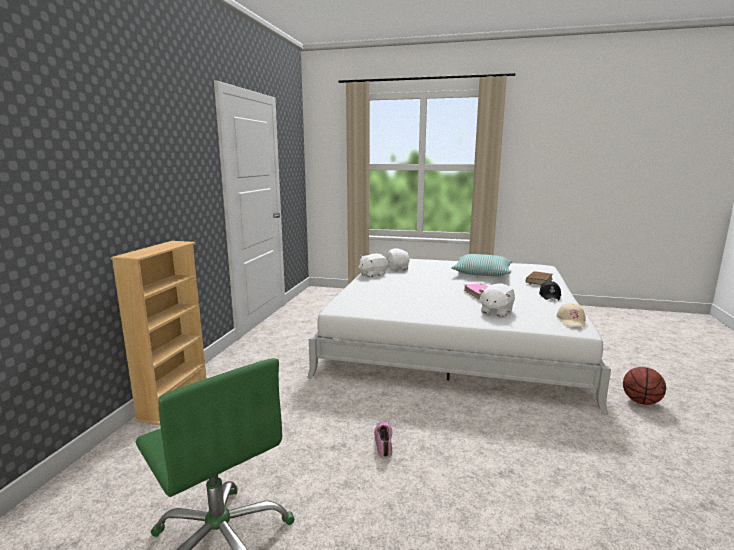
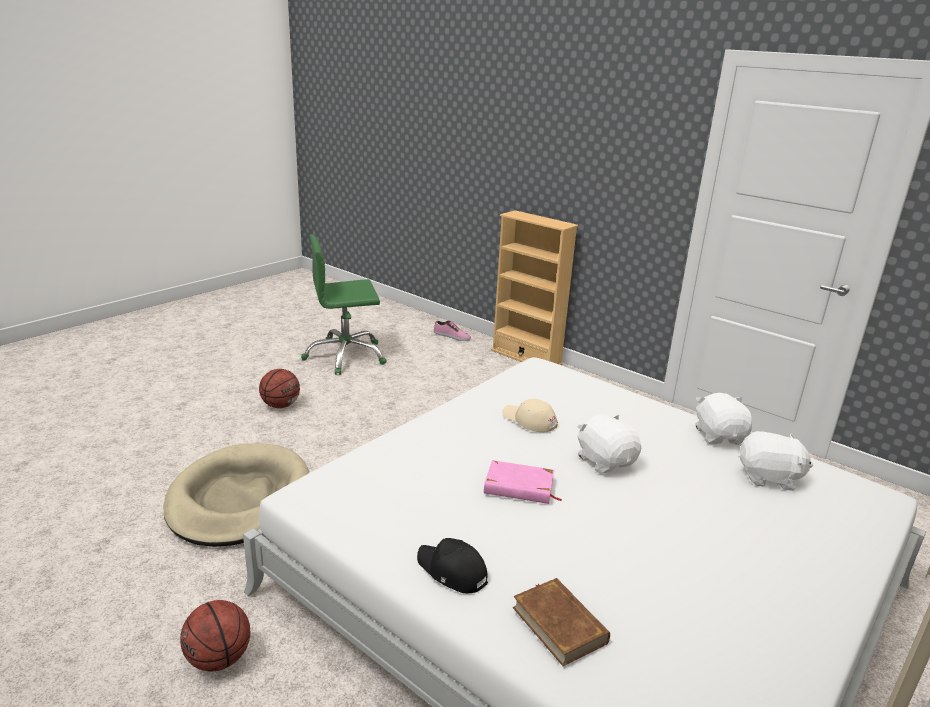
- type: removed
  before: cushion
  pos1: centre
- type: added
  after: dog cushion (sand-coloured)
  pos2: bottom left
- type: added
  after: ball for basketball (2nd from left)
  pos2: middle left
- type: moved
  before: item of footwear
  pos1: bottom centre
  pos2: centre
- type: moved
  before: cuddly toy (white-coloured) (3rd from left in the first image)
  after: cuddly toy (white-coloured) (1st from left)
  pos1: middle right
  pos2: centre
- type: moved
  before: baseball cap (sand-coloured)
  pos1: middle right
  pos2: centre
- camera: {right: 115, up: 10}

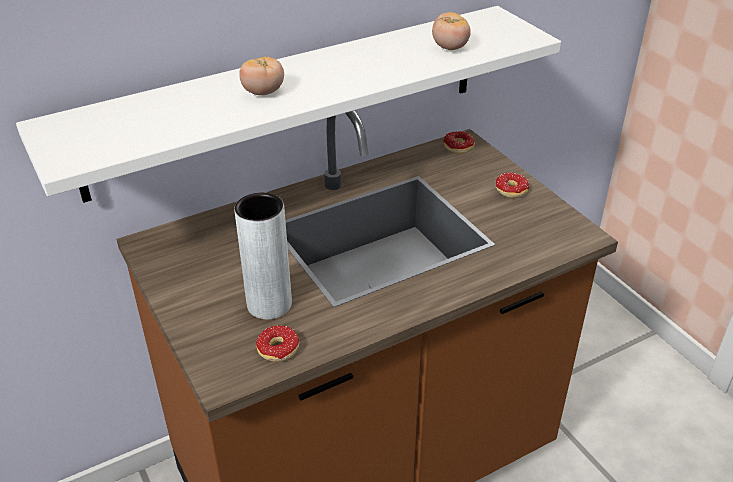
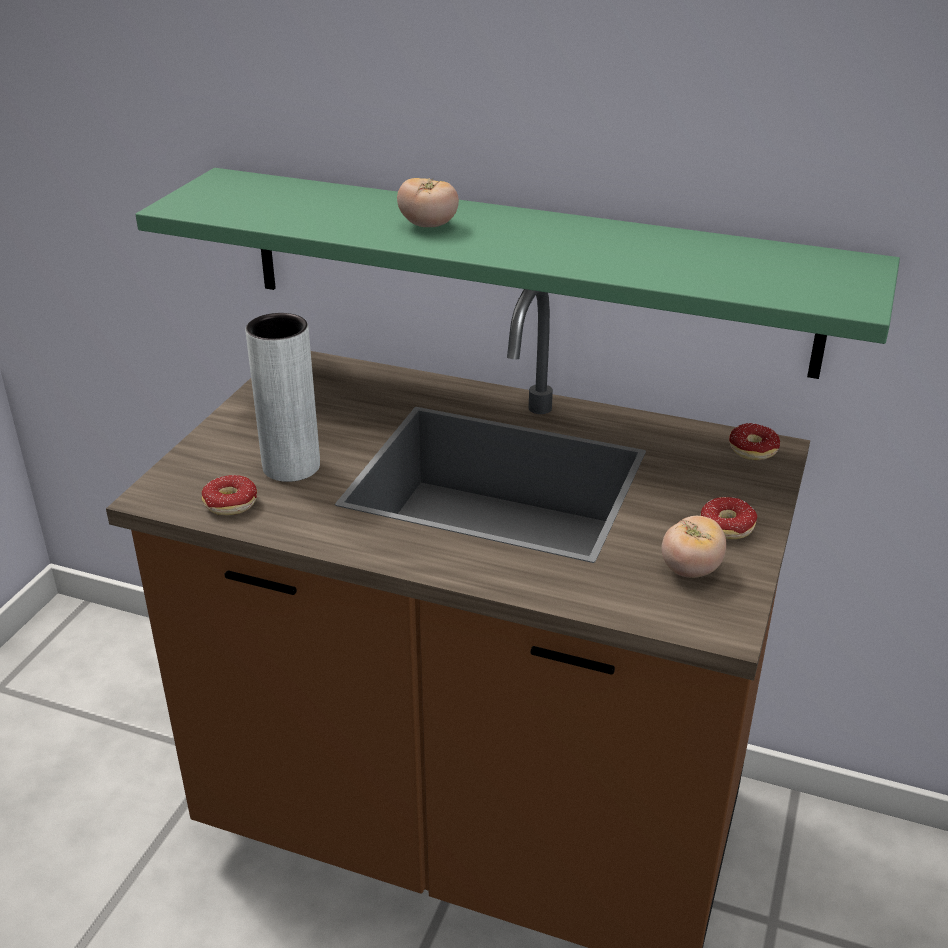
- type: moved
  before: fresh tomato (2nd from left)
  pos1: top centre
  pos2: middle right
- type: recoloured
  before: wall shelf (white-coloured)
  after: wall shelf (green-coloured)
  pos1: top centre
  pos2: top centre
- camera: {right: 50, up: -5}

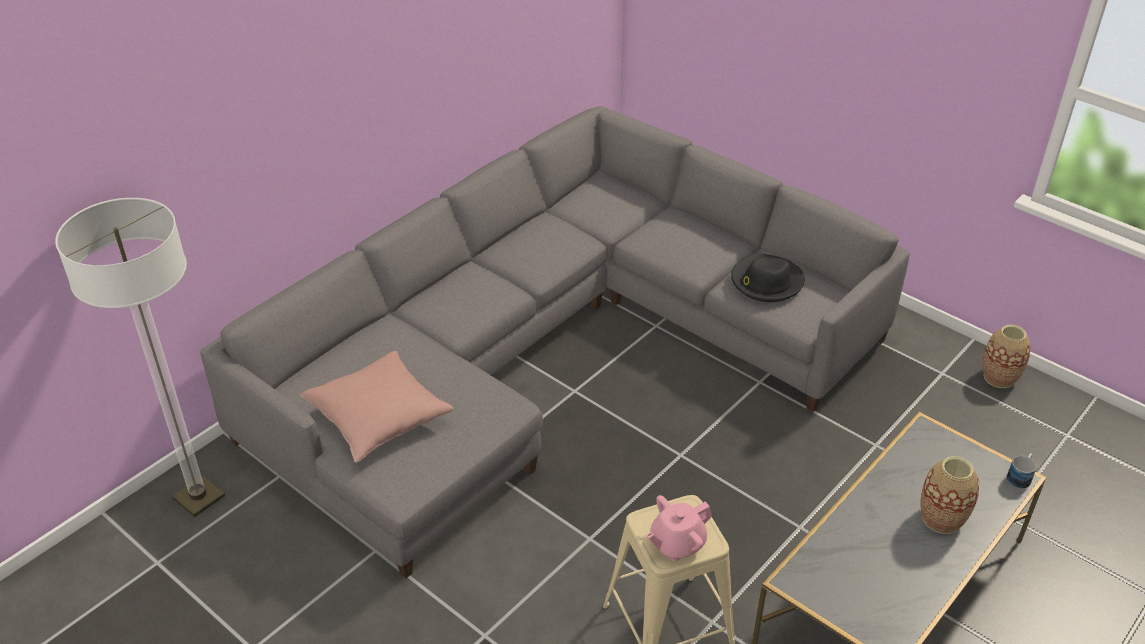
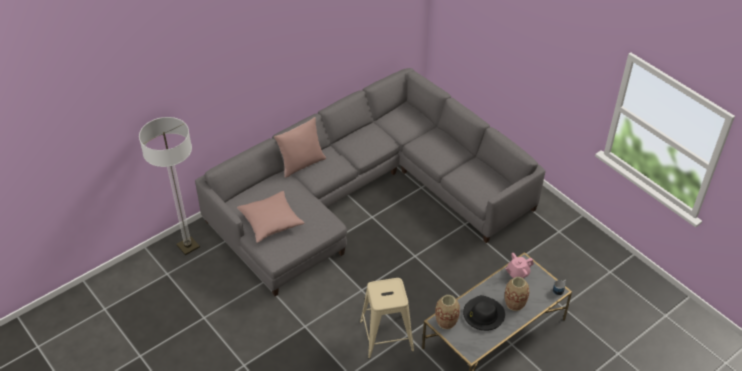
- type: added
  after: cushion (pinkish) (2nd from left)
  pos2: centre
- type: moved
  before: teapot (pinkish)
  pos1: bottom centre
  pos2: bottom right
- type: moved
  before: hat (blackish)
  pos1: middle right
  pos2: bottom centre
- type: moved
  before: decorative vase (2nd from left in the first image)
  after: decorative vase (1st from left)
  pos1: middle right
  pos2: bottom centre
- camera: {right: 10, up: 5}

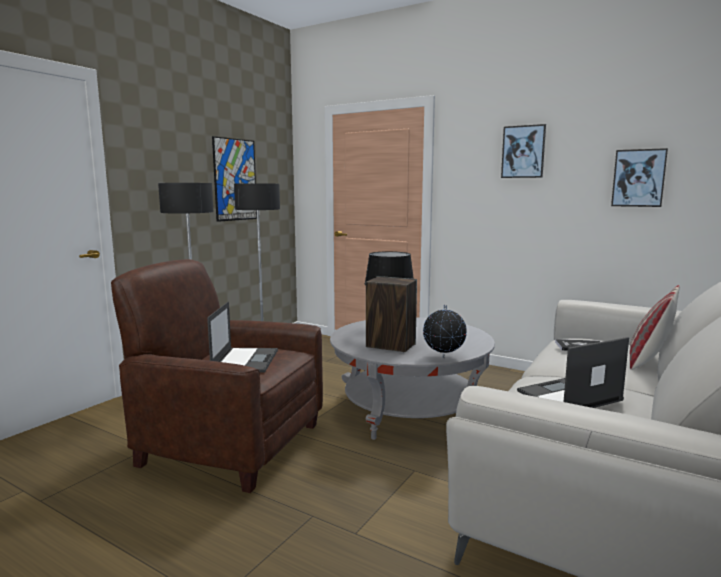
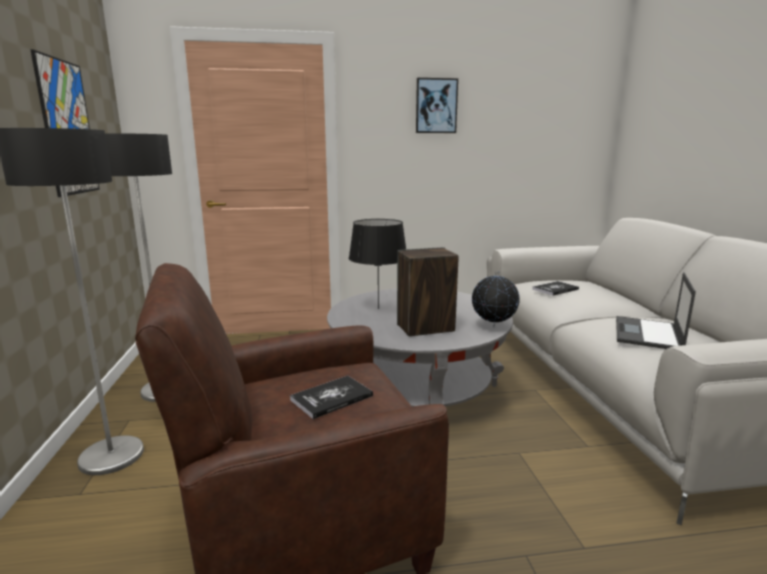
- type: removed
  before: wall picture (3rd from left)
  pos1: top right
- type: removed
  before: cushion
  pos1: middle right
- type: replaced
  before: portable computer (1st from left)
  after: book (1st from left)
  pos1: centre
  pos2: bottom centre
- camera: {right: -40, up: 5}

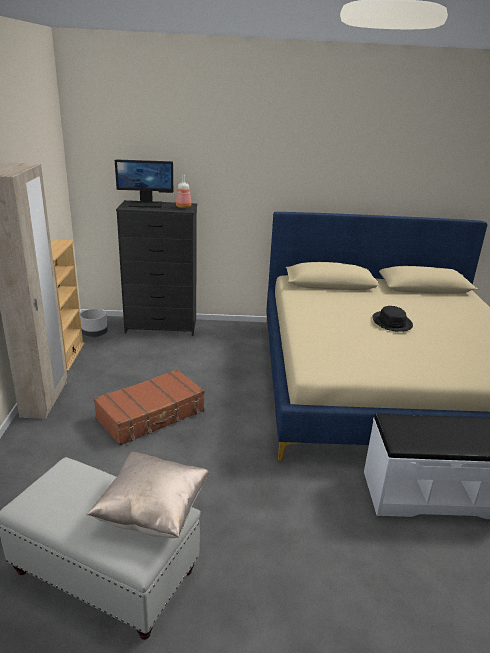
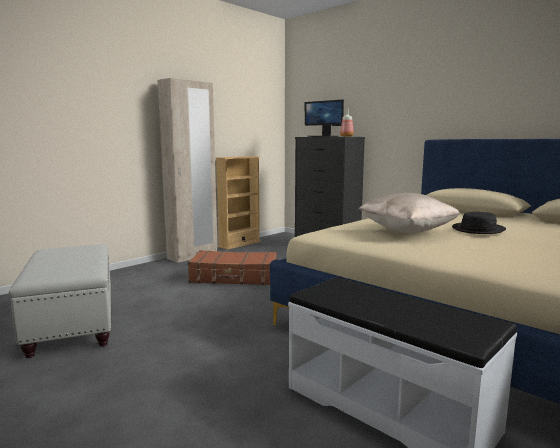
- type: removed
  before: planter (gray)
  pos1: middle left
- type: moved
  before: cushion (sand-coloured)
  pos1: bottom left
  pos2: middle right
- camera: {right: 45, up: -15}

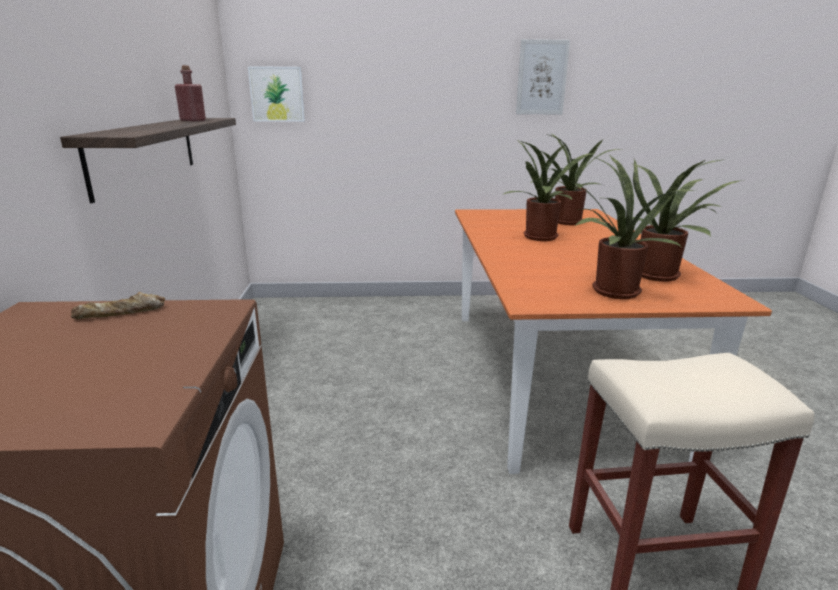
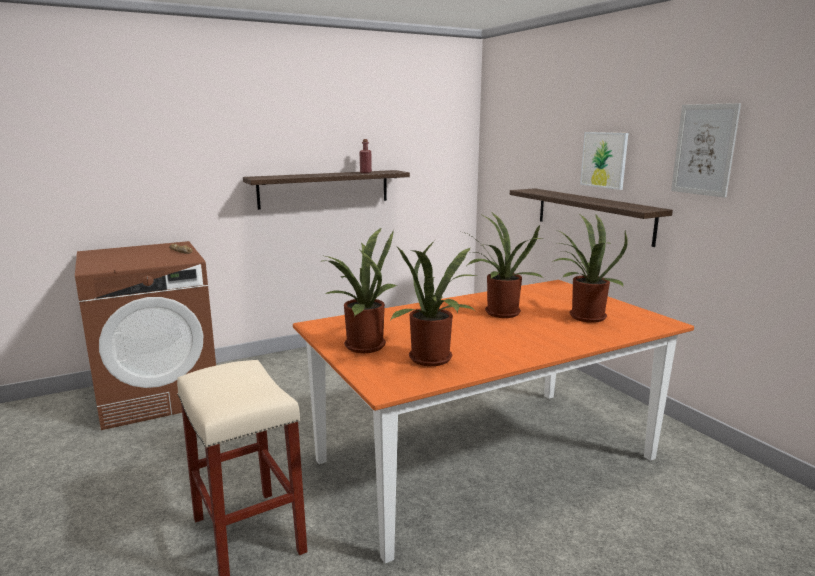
- type: added
  after: wall shelf (2nd from left)
  pos2: middle right
- type: moved
  before: wall picture (1st from left)
  pos1: top left
  pos2: top right
- camera: {right: 65, up: -5}

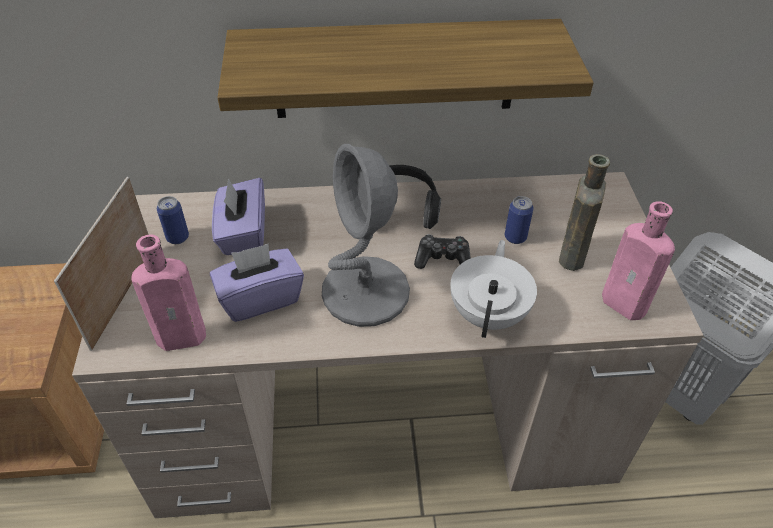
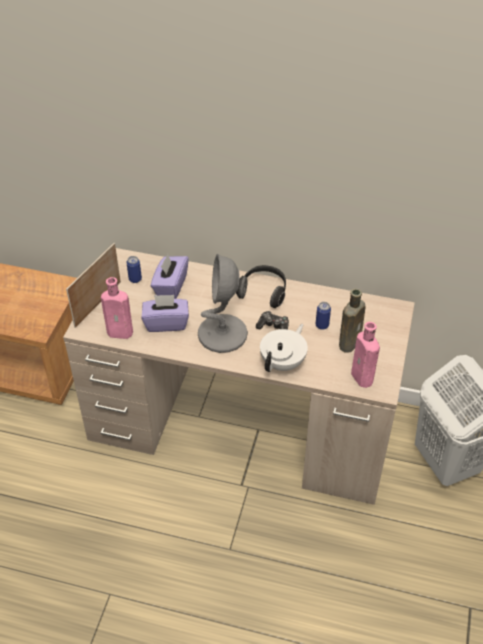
- type: removed
  before: wall shelf
  pos1: top centre
- camera: {right: 20, up: 0}

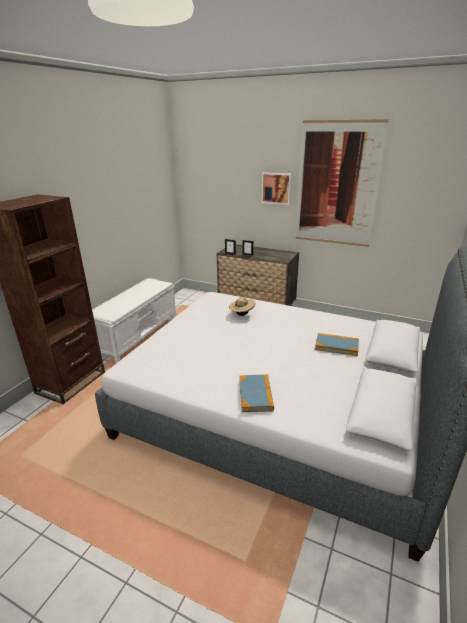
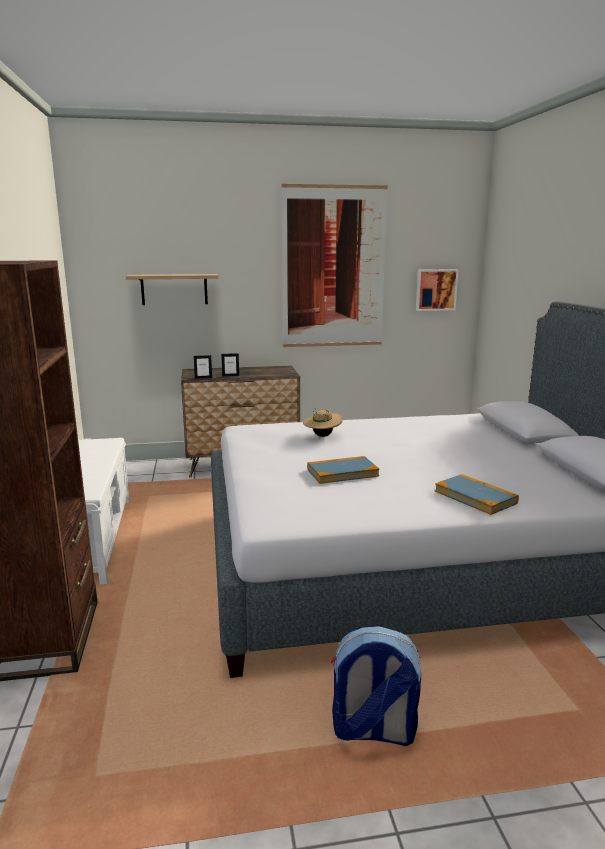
- type: added
  after: wall shelf
  pos2: middle left
- type: added
  after: backpack
  pos2: bottom centre
- type: moved
  before: wall picture (1st from left in the first image)
  after: wall picture (2nd from left)
  pos1: top centre
  pos2: middle right
- type: moved
  before: book (2nd from left in the first image)
  after: book (1st from left)
  pos1: middle right
  pos2: centre
- camera: {right: -35, up: -10}

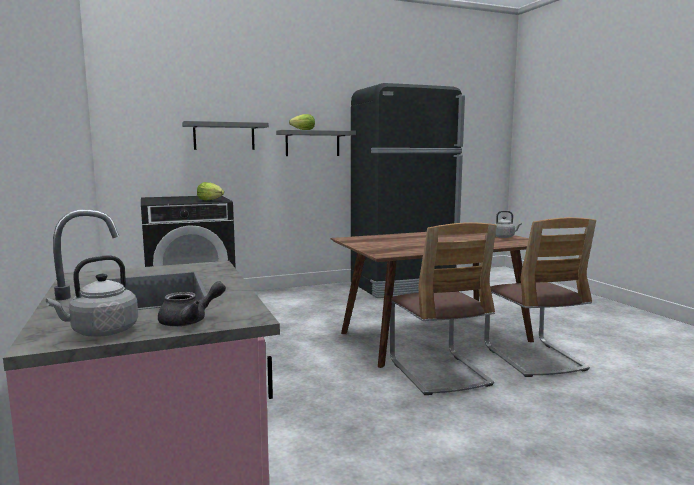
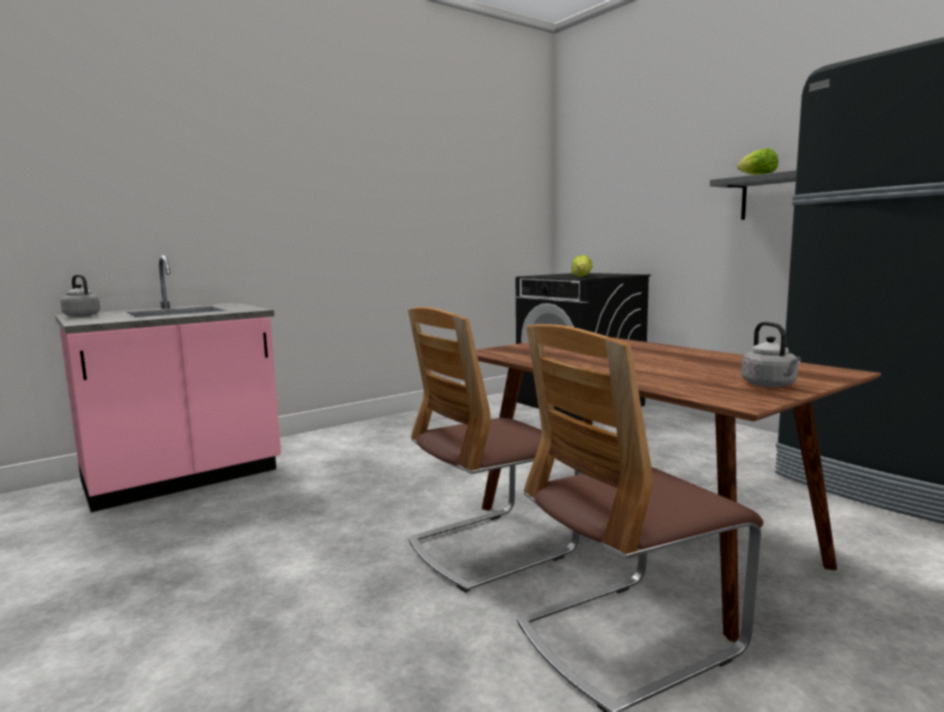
- type: removed
  before: teapot (gray)
  pos1: middle left
- type: removed
  before: wall shelf (gray) (1st from left)
  pos1: top left
- camera: {right: 75, up: 0}

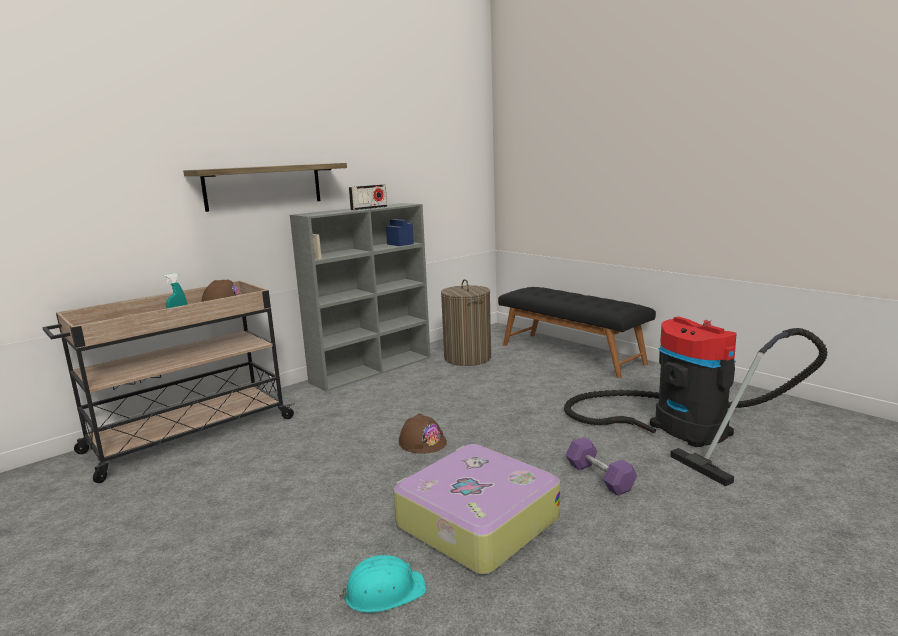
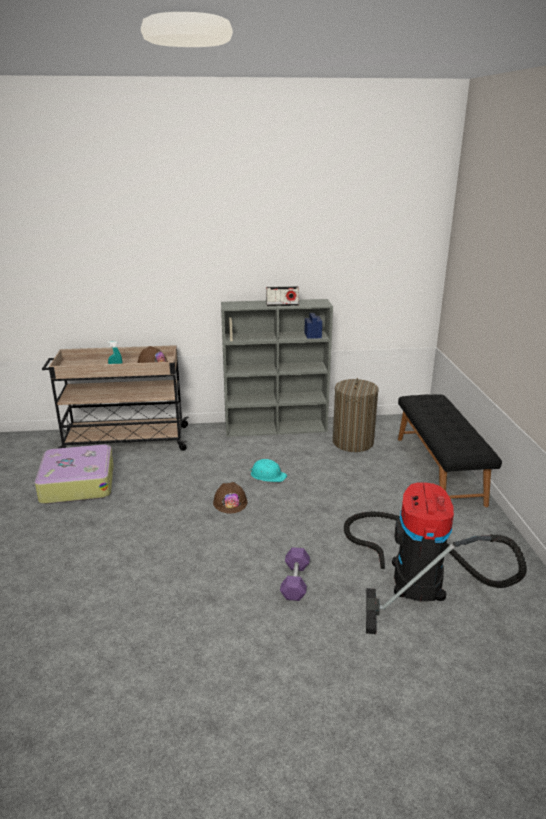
- type: removed
  before: wall shelf
  pos1: top left
- type: moved
  before: safety helmet (turquoise)
  pos1: bottom centre
  pos2: centre
- type: moved
  before: piece of luggage
  pos1: bottom centre
  pos2: middle left
- camera: {right: 35, up: 10}

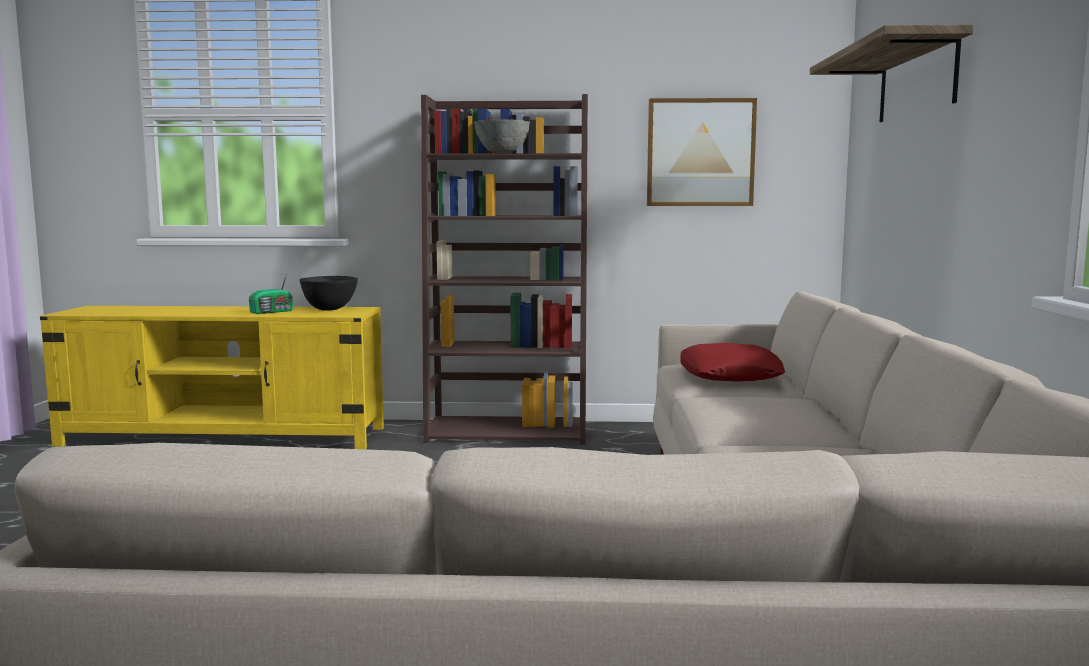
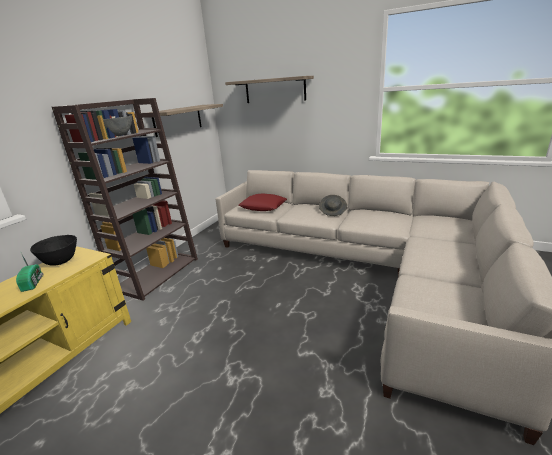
- type: added
  after: hat (gray)
  pos2: centre
- type: replaced
  before: wall picture
  after: wall shelf (1st from left)
  pos1: top centre
  pos2: top centre
- camera: {right: -65, up: 15}

